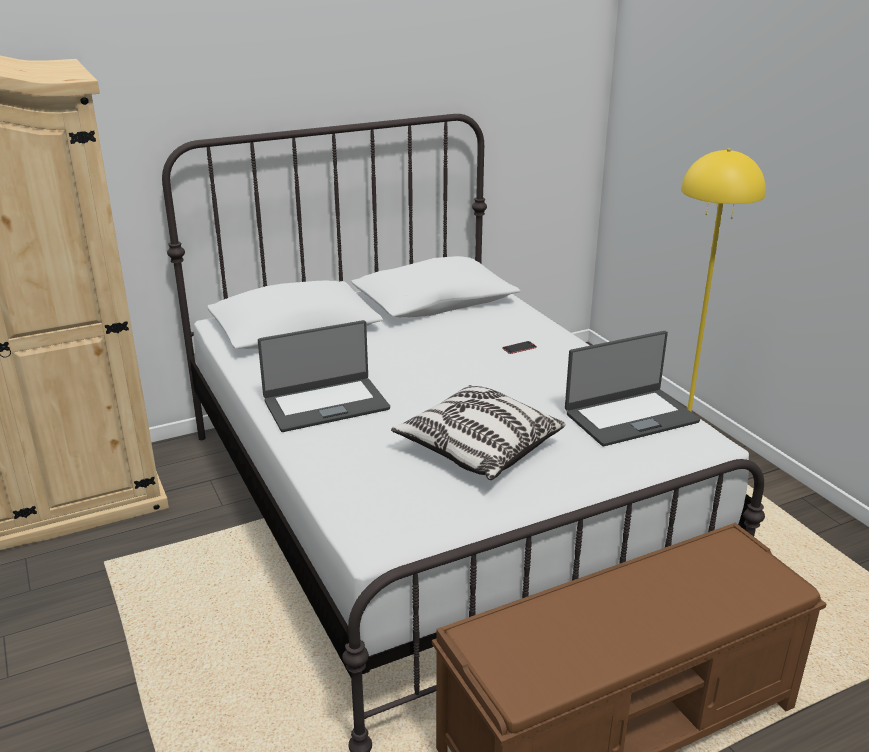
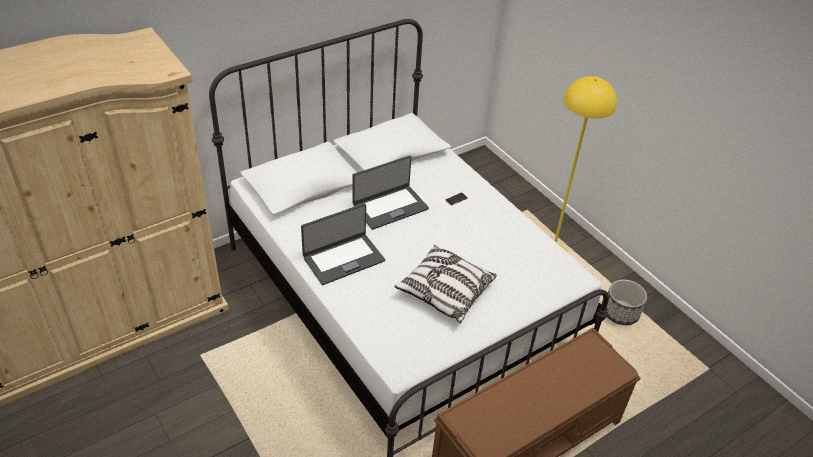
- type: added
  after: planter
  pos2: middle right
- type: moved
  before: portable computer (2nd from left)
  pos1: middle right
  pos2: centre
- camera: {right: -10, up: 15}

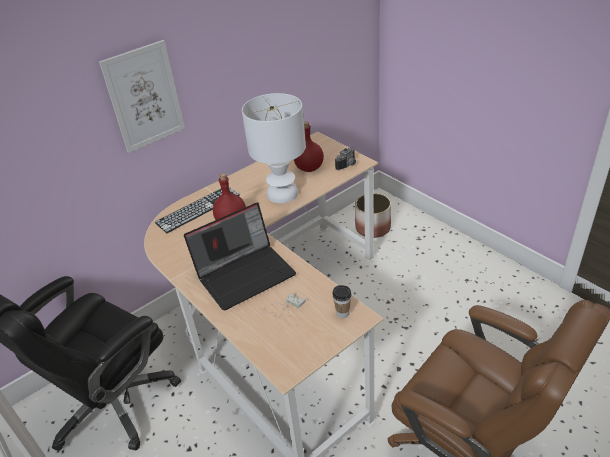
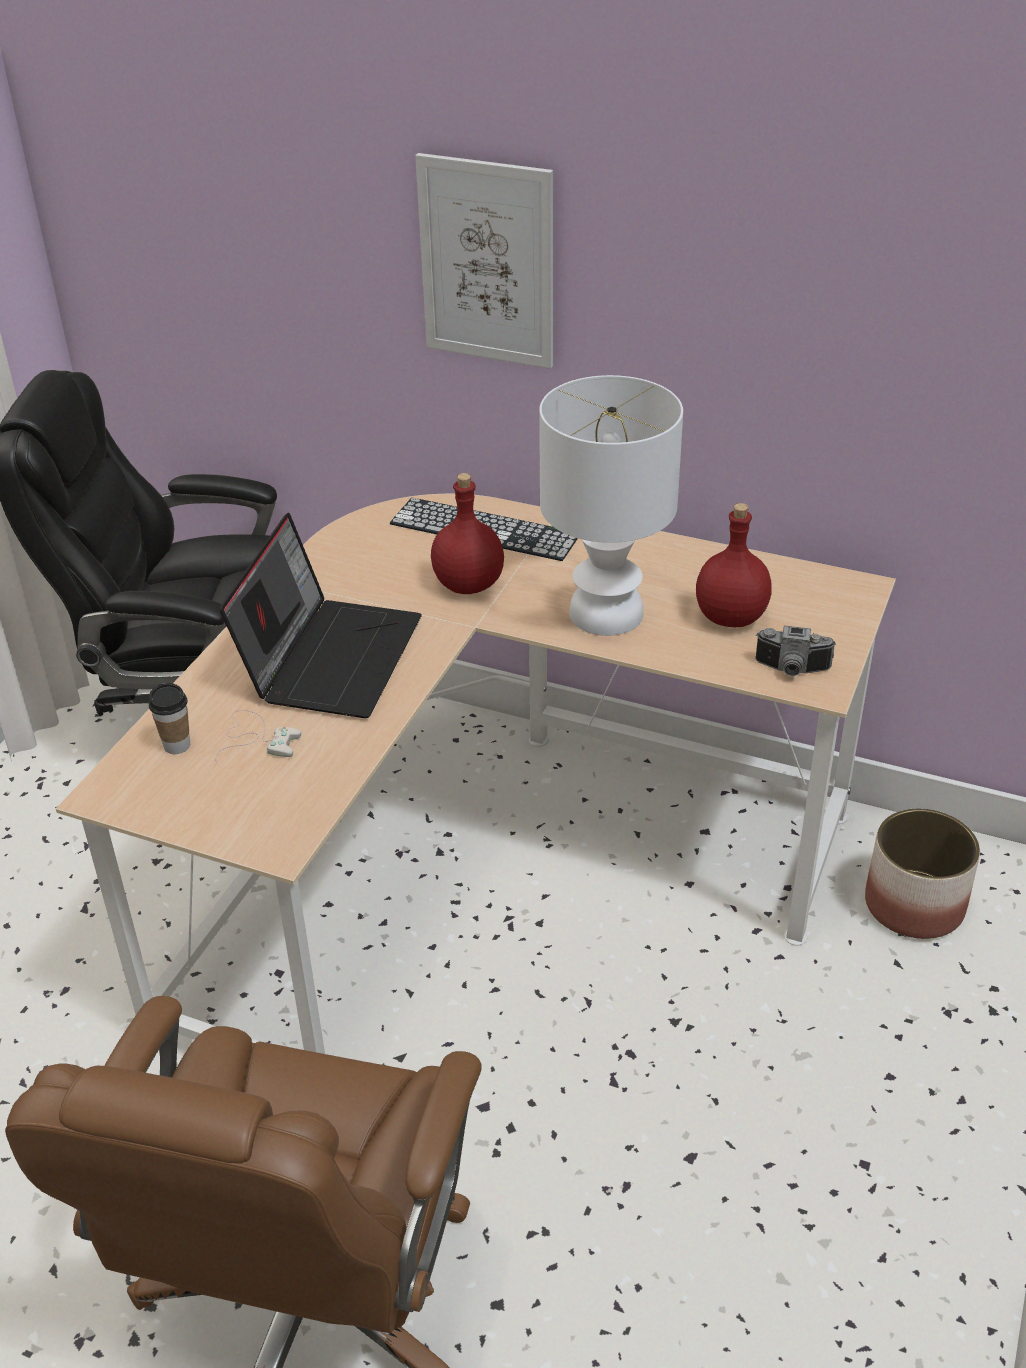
- type: moved
  before: small cup
  pos1: centre
  pos2: middle left
- type: turned
  before: portable computer
  pos1: centre
  pos2: middle left
  turn: -105
- camera: {right: 60, up: 0}

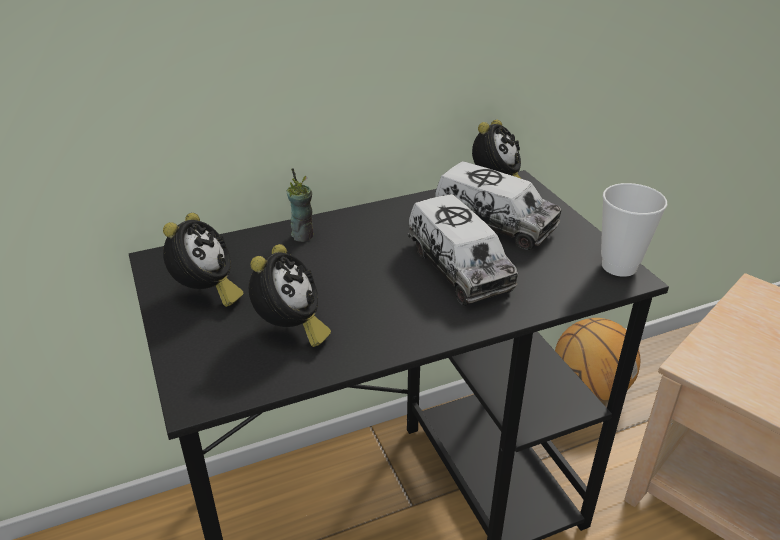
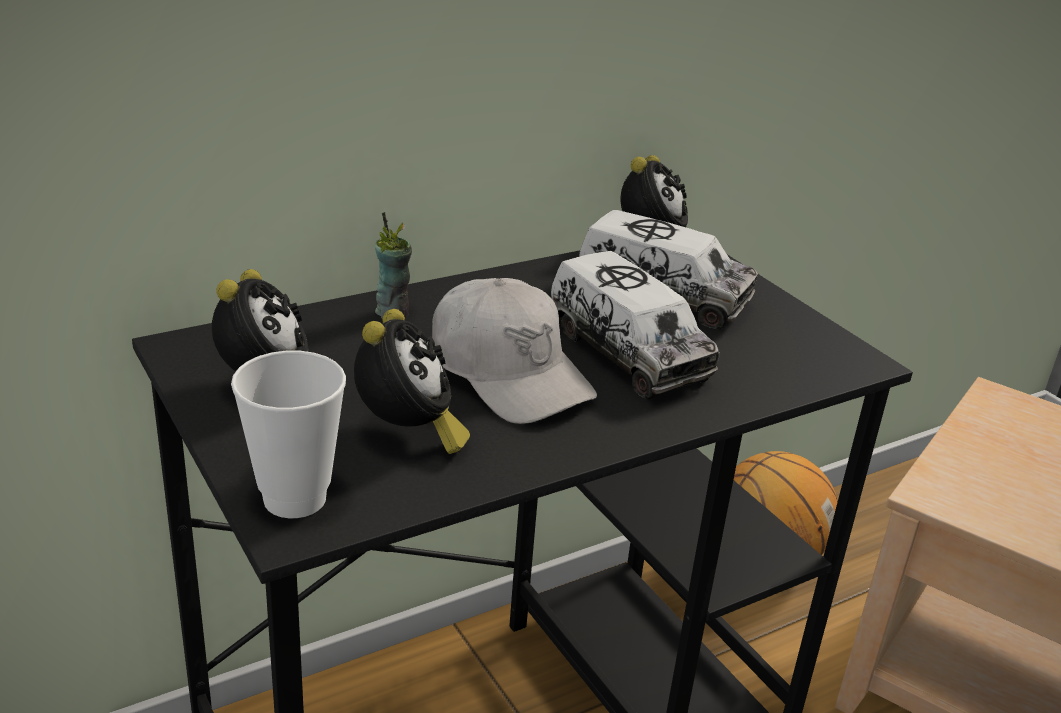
- type: added
  after: baseball cap (white-coloured)
  pos2: centre
- type: moved
  before: small cup (2nd from left in the first image)
  after: small cup (1st from left)
  pos1: middle right
  pos2: middle left
- camera: {right: -10, up: -5}

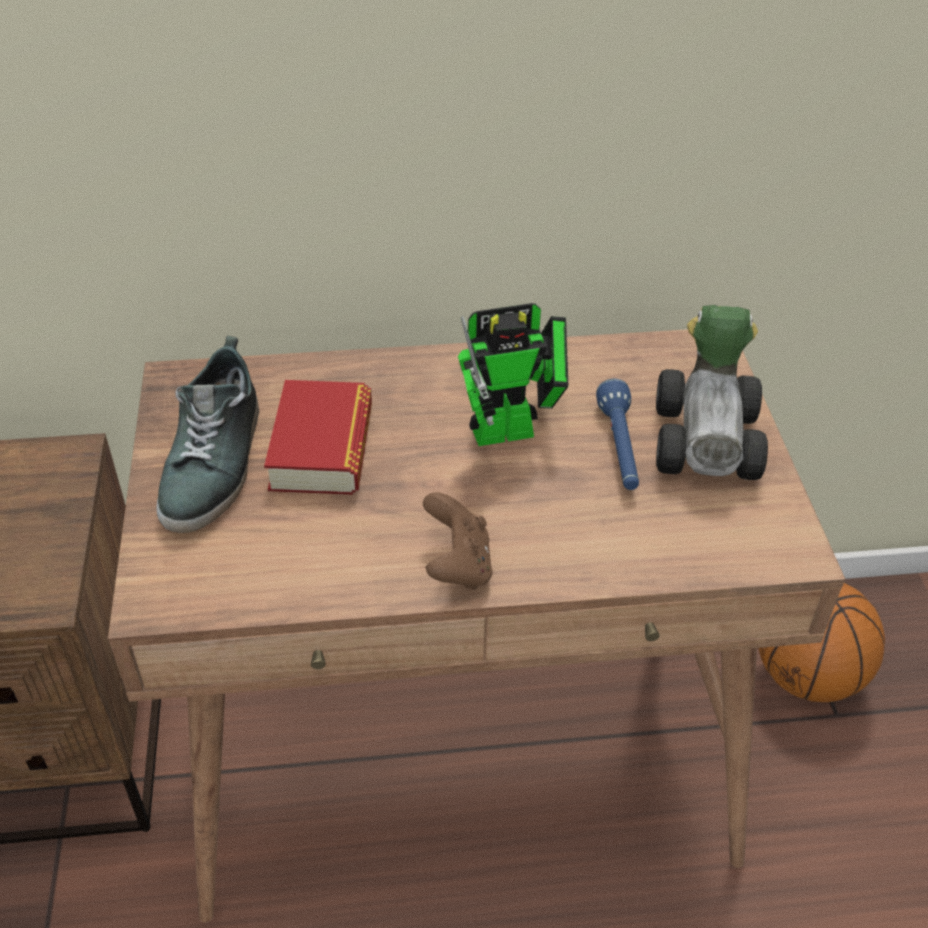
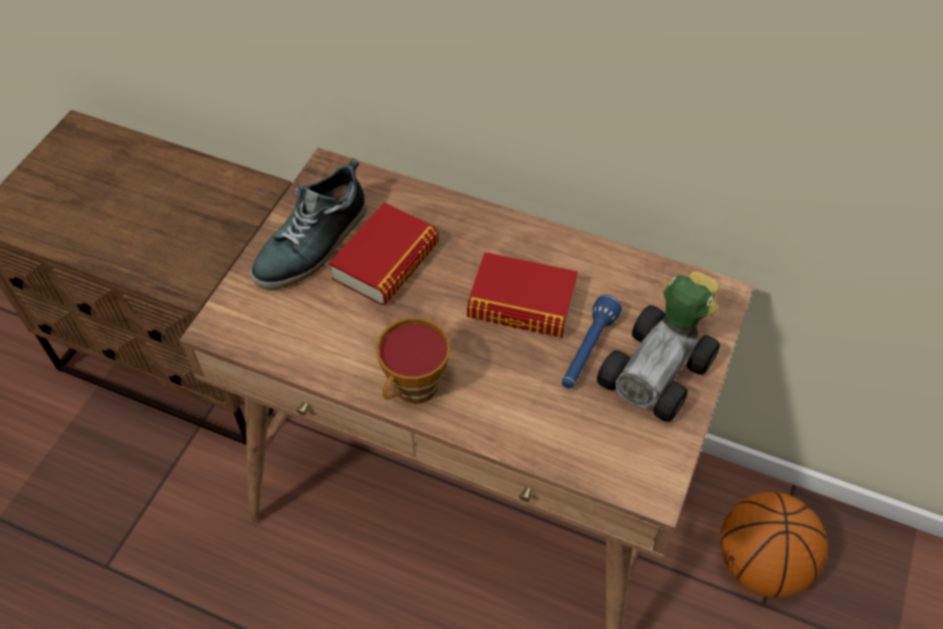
- type: replaced
  before: game controller (brown)
  after: small cup
  pos1: centre
  pos2: centre
- type: replaced
  before: toy robot
  after: book (2nd from left)
  pos1: centre
  pos2: centre
- camera: {right: 30, up: 10}

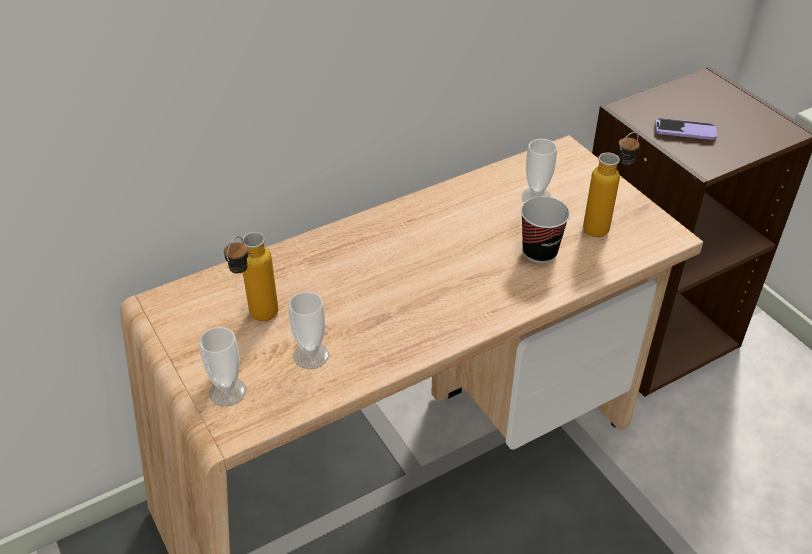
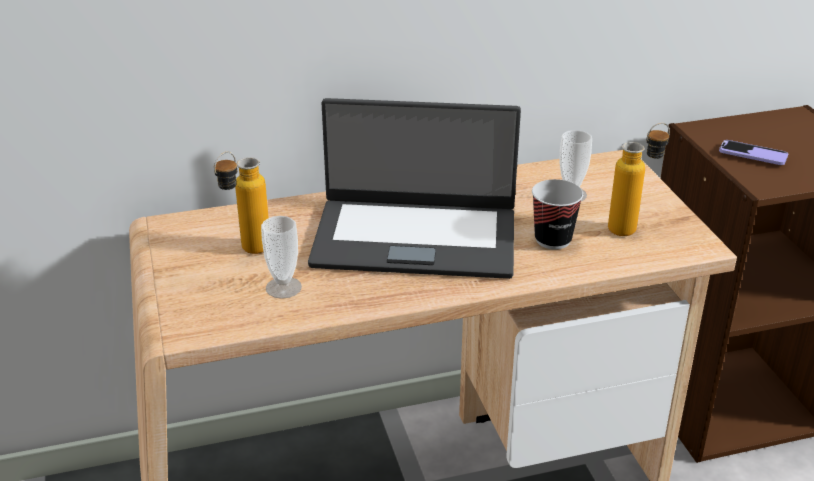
- type: removed
  before: small cup (1st from left)
  pos1: middle left
- type: added
  after: portable computer
  pos2: centre
- camera: {right: 15, up: -10}

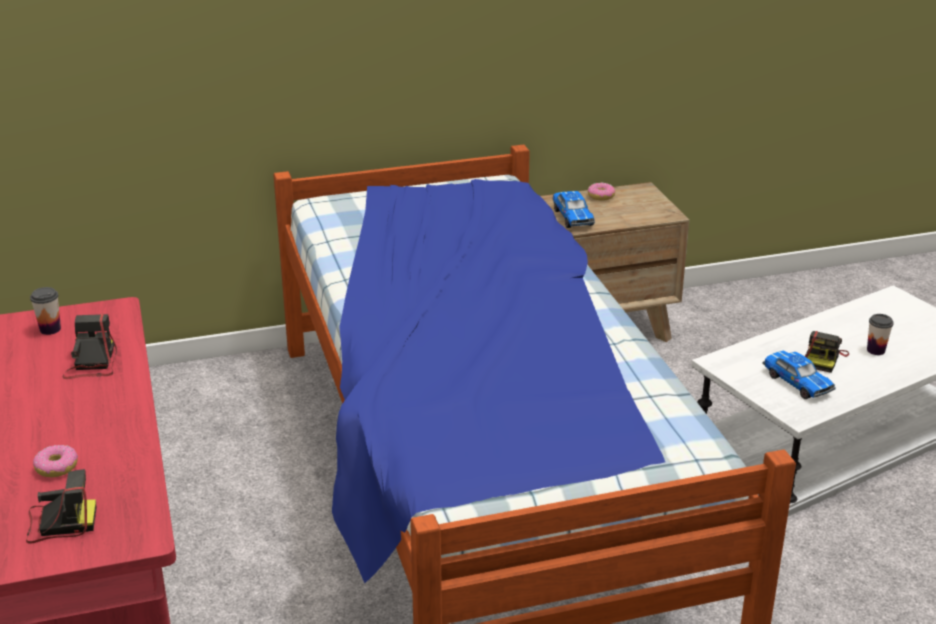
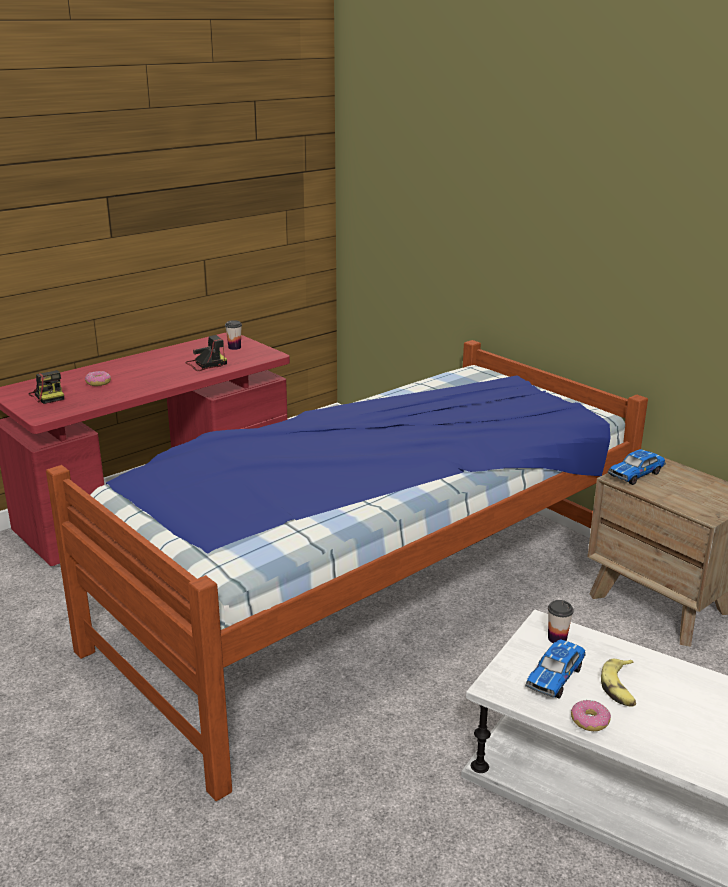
- type: moved
  before: doughnut (2nd from left)
  pos1: top centre
  pos2: bottom right
- type: moved
  before: small cup (2nd from left)
  pos1: middle right
  pos2: bottom right
- type: replaced
  before: still camera (3rd from left)
  after: banana
  pos1: middle right
  pos2: bottom right
- camera: {right: 65, up: -5}

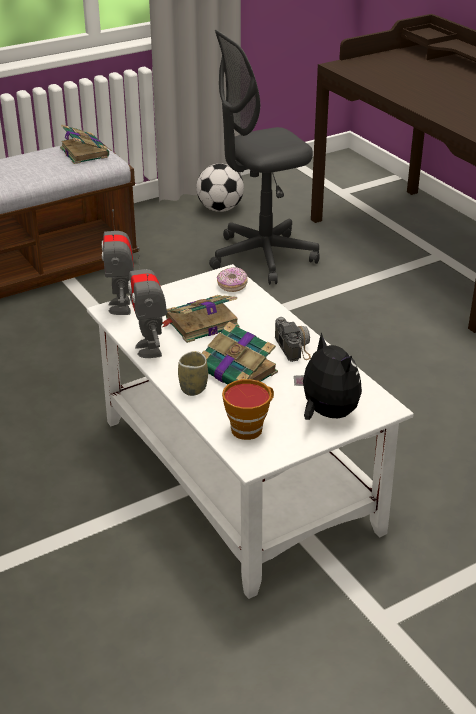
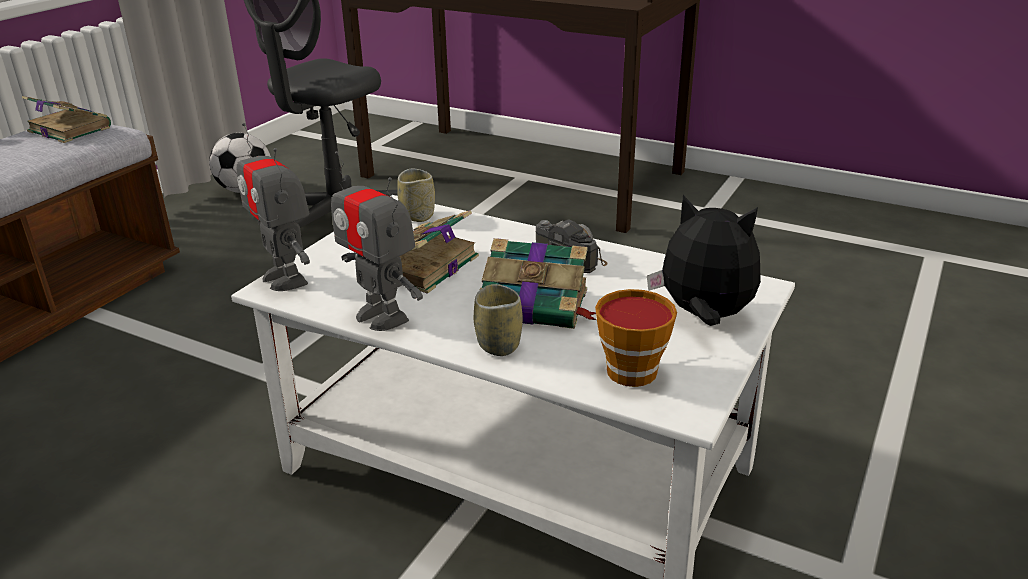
- type: replaced
  before: doughnut
  after: small cup (1st from left)
  pos1: centre
  pos2: centre
- camera: {right: -30, up: -5}

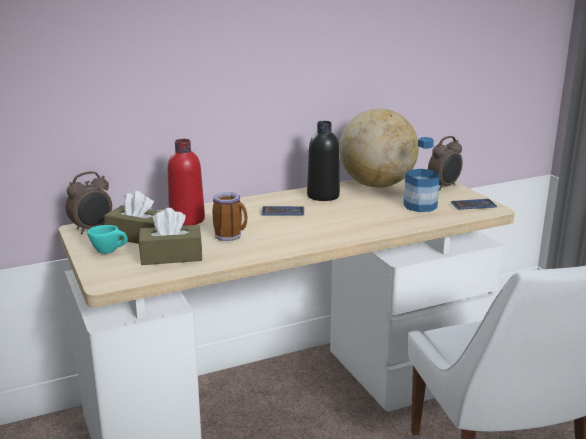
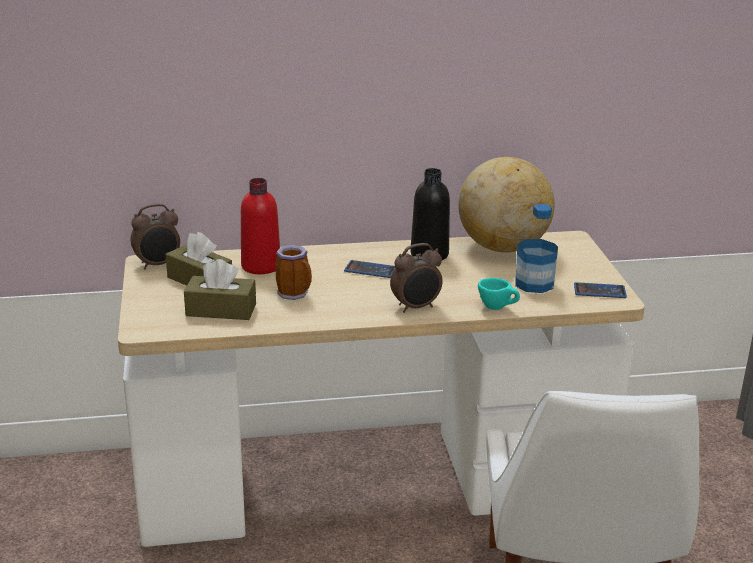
- type: moved
  before: small cup (turquoise)
  pos1: middle left
  pos2: centre
- type: moved
  before: bedside clock (2nd from left)
  pos1: middle right
  pos2: centre
- camera: {right: 15, up: 5}

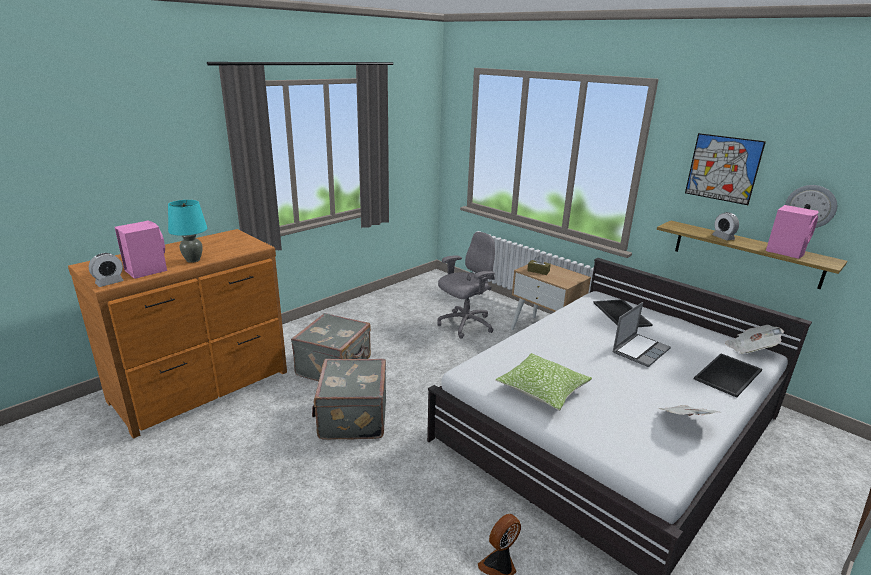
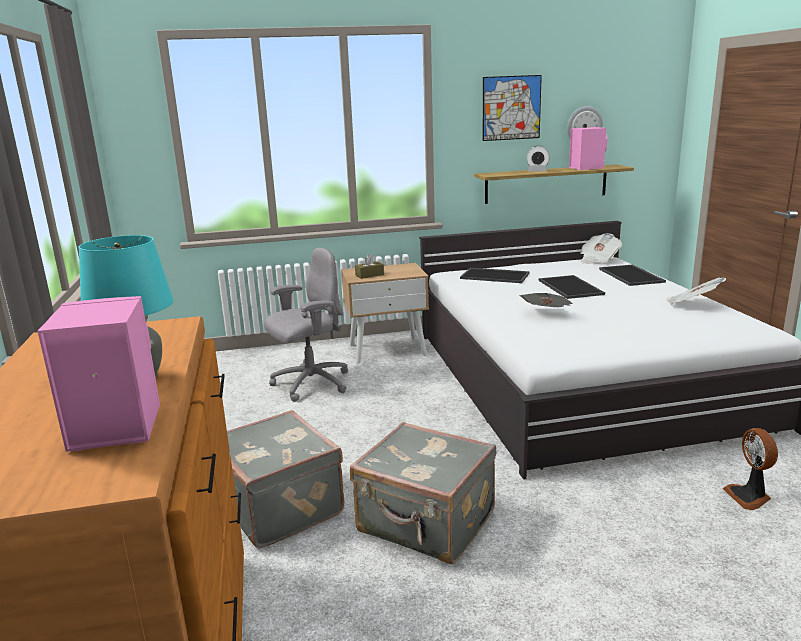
- type: removed
  before: bedside clock (1st from left)
  pos1: middle left
- type: removed
  before: cushion
  pos1: centre
- type: added
  after: printed paper (1st from left)
  pos2: middle right
- type: replaced
  before: portable computer
  after: serving tray (2nd from left)
  pos1: middle right
  pos2: middle right
- type: turned
  before: desk chair (gray)
  pos1: centre
  pos2: centre
  turn: 60
- camera: {right: -55, up: -5}

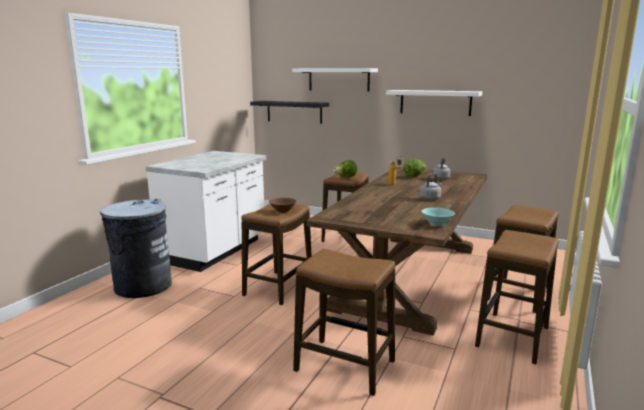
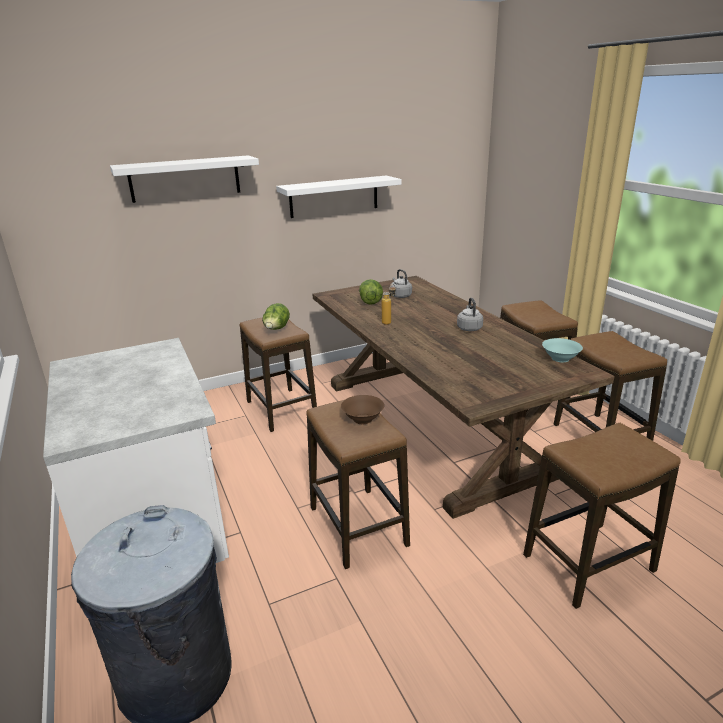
- type: removed
  before: wall shelf (blackish)
  pos1: top centre
- camera: {right: -50, up: 10}

